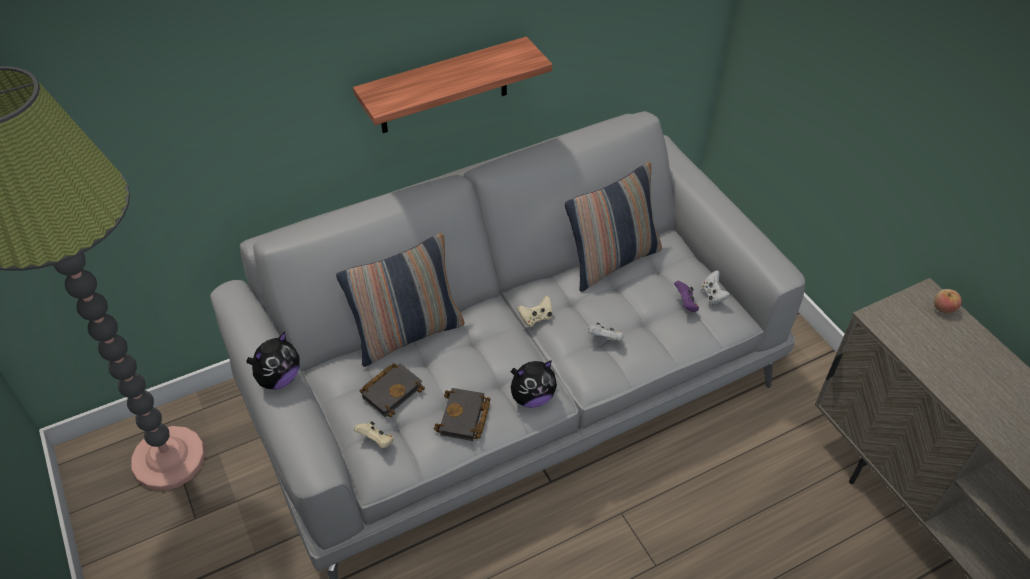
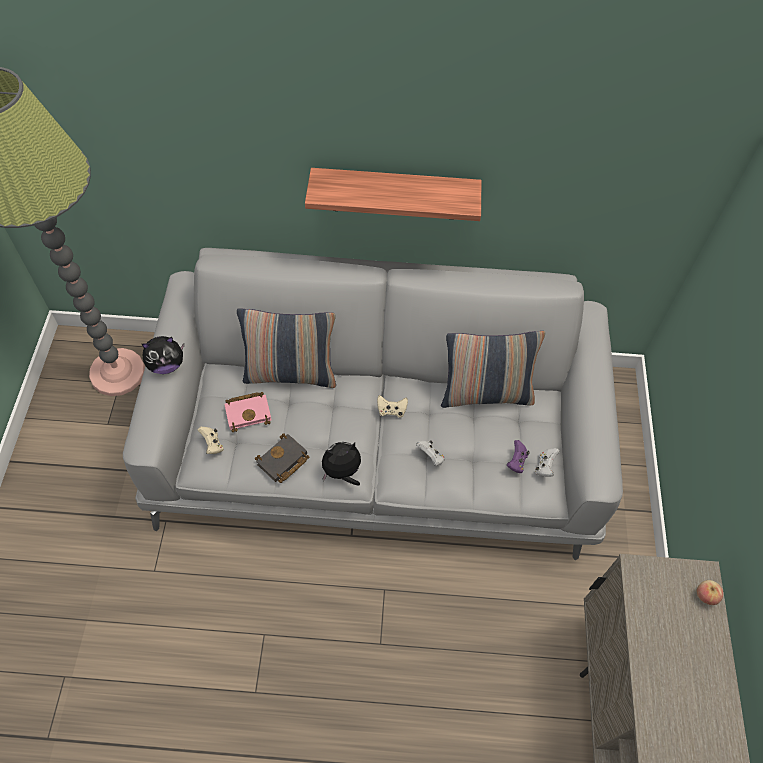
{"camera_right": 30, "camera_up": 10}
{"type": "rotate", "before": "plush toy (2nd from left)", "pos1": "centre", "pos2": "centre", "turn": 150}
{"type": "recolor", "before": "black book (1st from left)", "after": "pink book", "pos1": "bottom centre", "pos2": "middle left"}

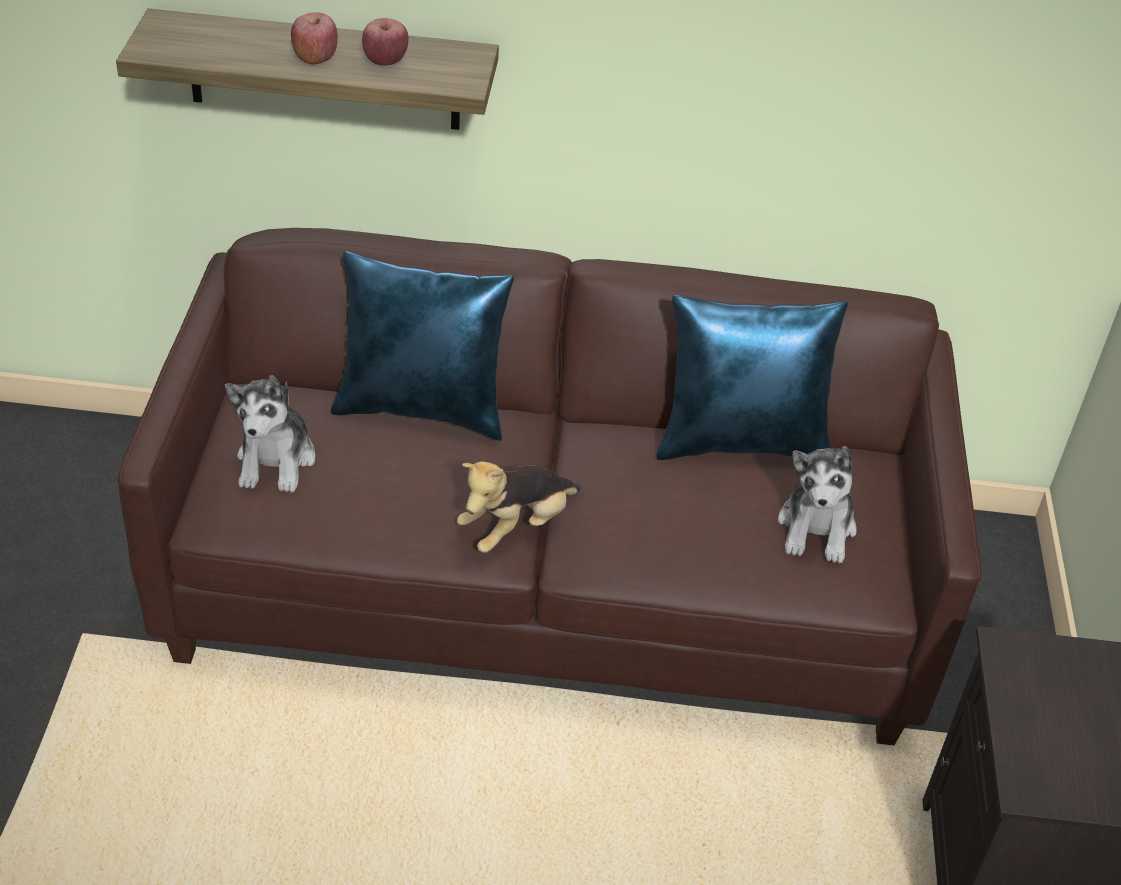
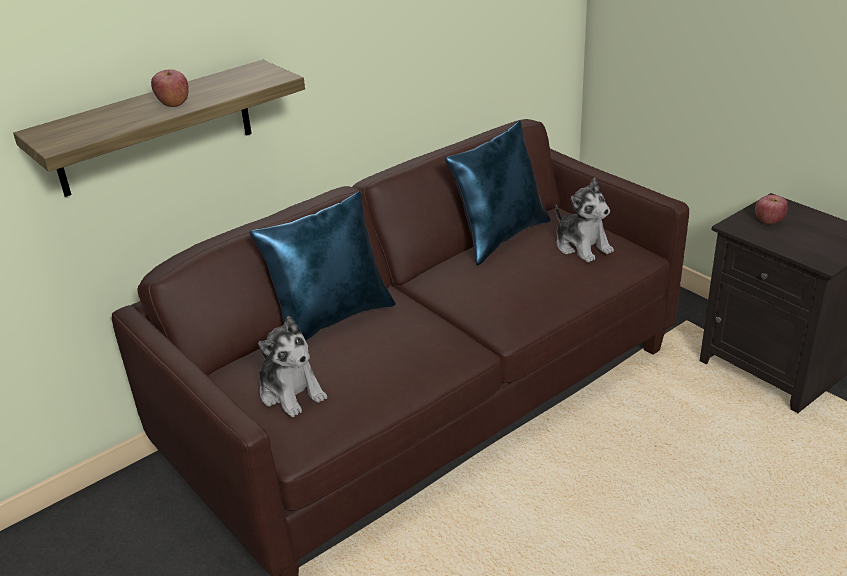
{"camera_right": -40, "camera_up": -10}
{"type": "move", "before": "apple (2nd from left)", "pos1": "top centre", "pos2": "middle right"}
{"type": "delete", "before": "plush toy (2nd from left)", "pos1": "centre"}

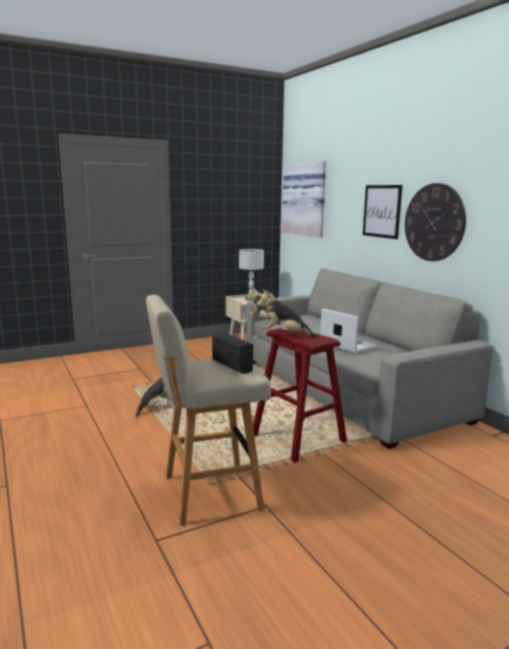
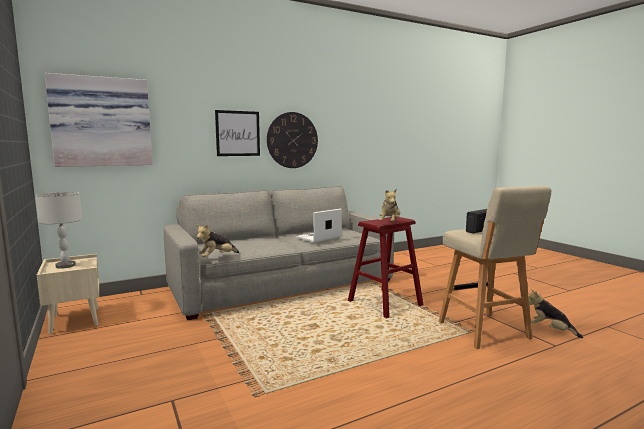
{"camera_right": -90, "camera_up": -5}
{"type": "move", "before": "plush toy (1st from left in the first image)", "after": "plush toy (3rd from left)", "pos1": "middle left", "pos2": "bottom right"}

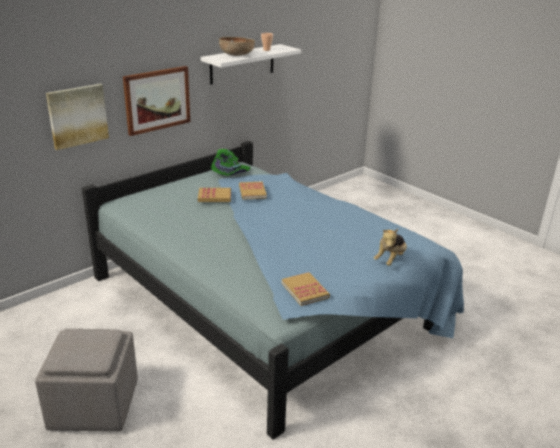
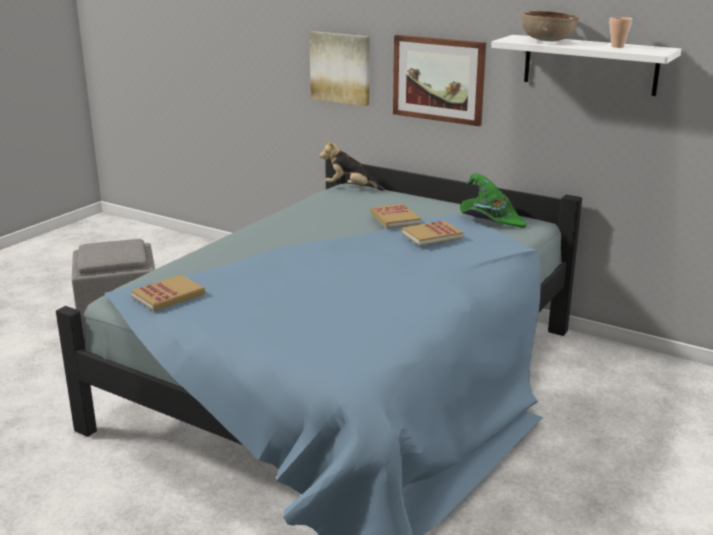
{"camera_right": 75, "camera_up": -5}
{"type": "move", "before": "plush toy", "pos1": "middle right", "pos2": "top centre"}

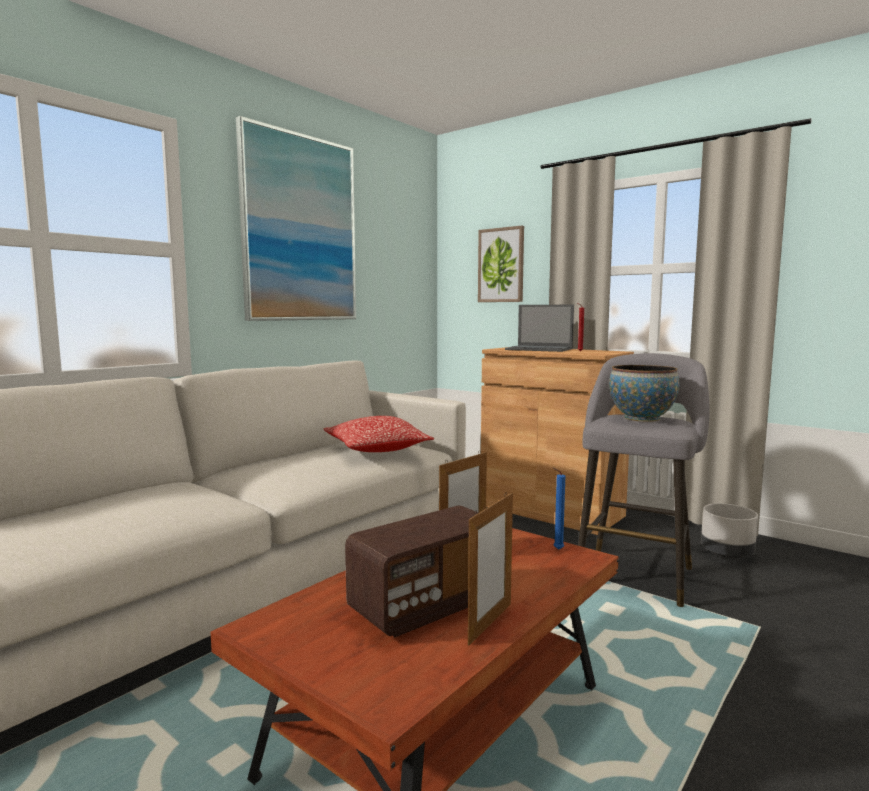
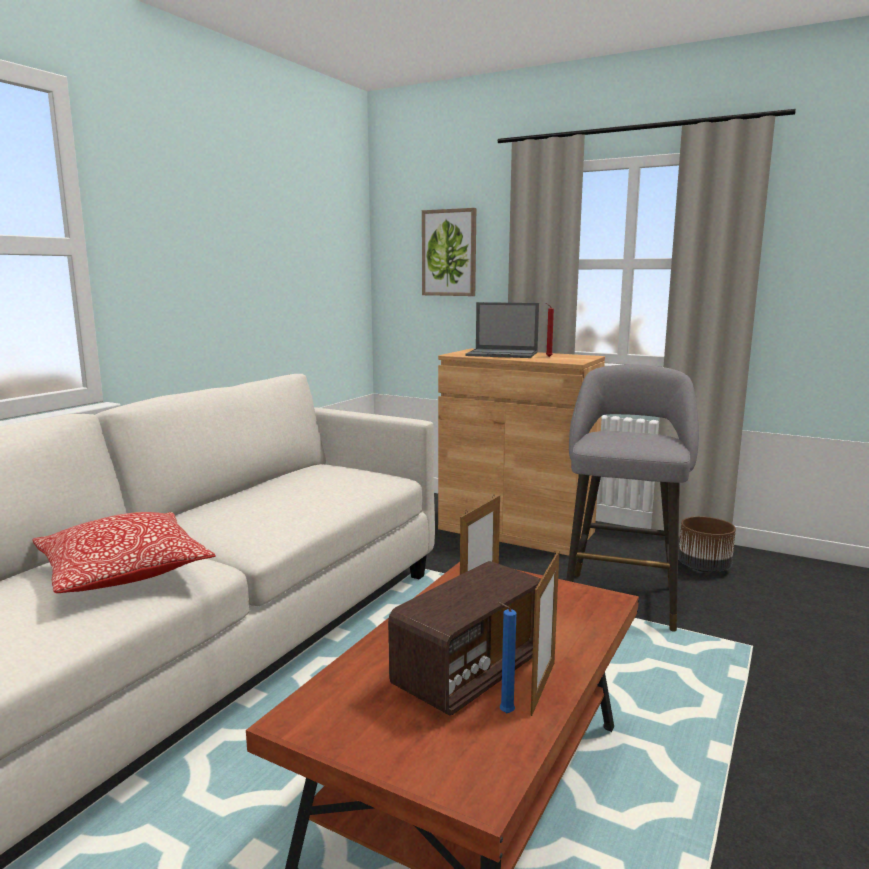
{"camera_right": -10, "camera_up": 5}
{"type": "delete", "before": "picture (1st from left)", "pos1": "top centre"}
{"type": "delete", "before": "bowl", "pos1": "middle right"}
{"type": "move", "before": "pillow", "pos1": "centre", "pos2": "middle left"}
{"type": "move", "before": "blue candle", "pos1": "centre", "pos2": "bottom centre"}
{"type": "recolor", "before": "grey planter", "after": "brown planter", "pos1": "bottom right", "pos2": "middle right"}

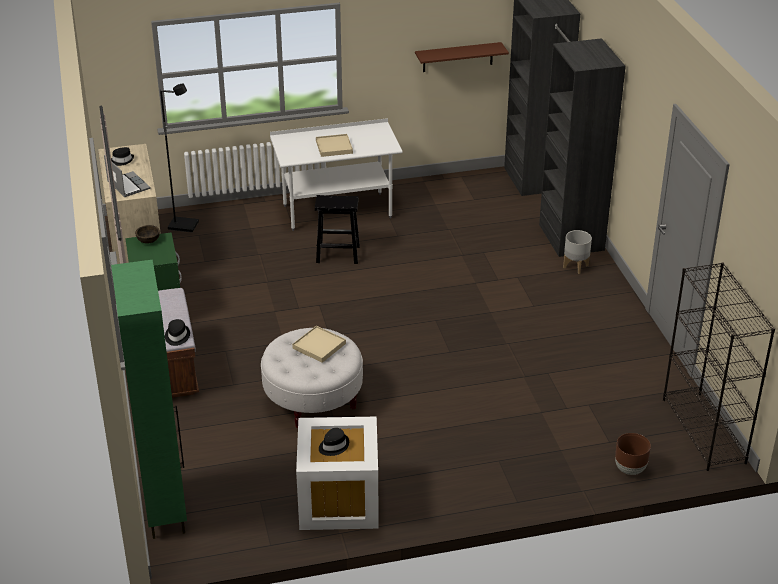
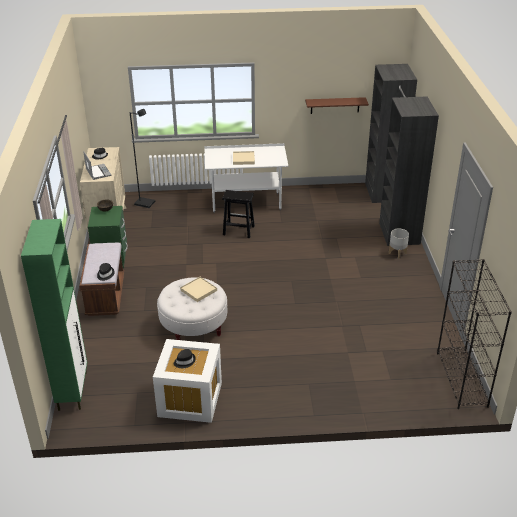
{"camera_right": 10, "camera_up": 0}
{"type": "delete", "before": "brown planter", "pos1": "bottom right"}

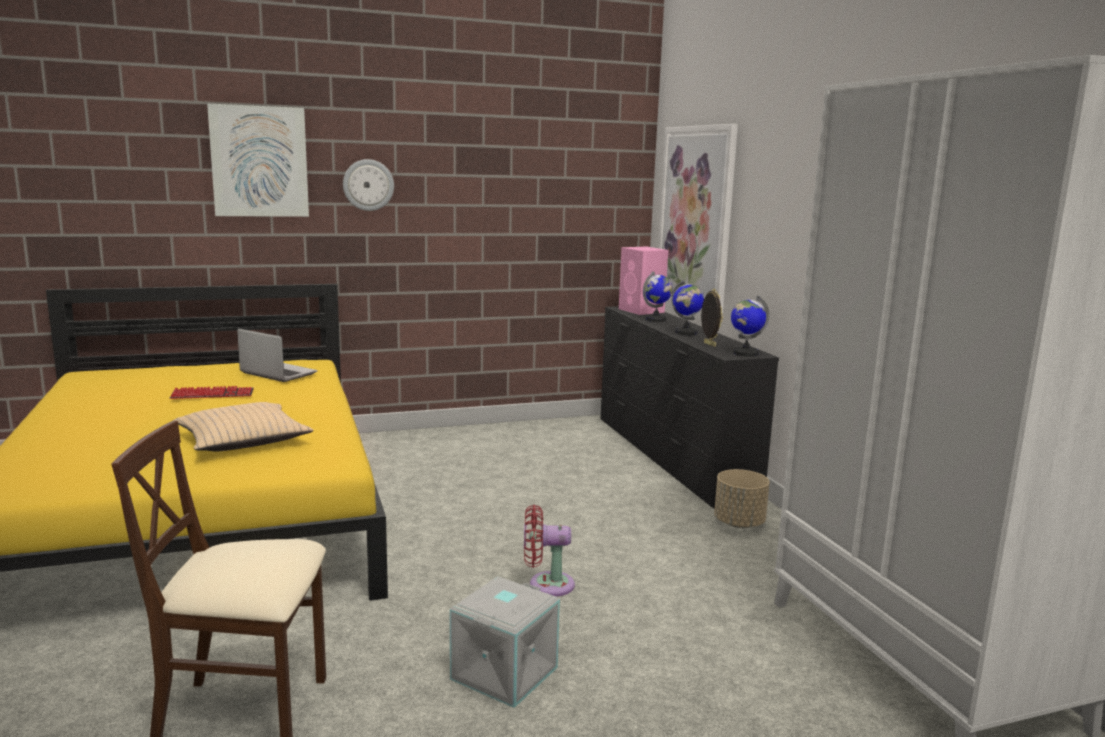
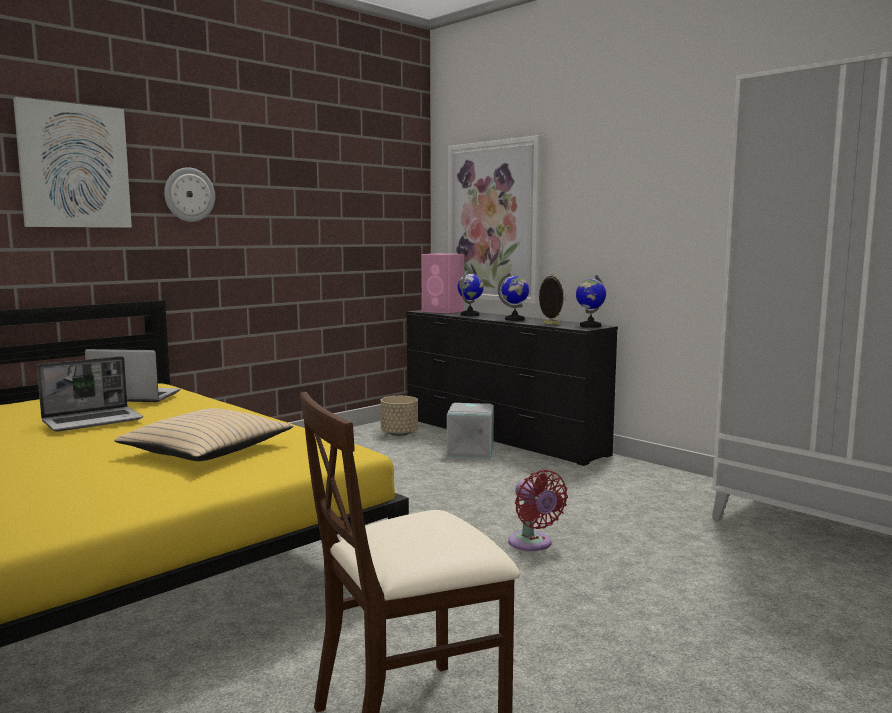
{"camera_right": -25, "camera_up": -5}
{"type": "replace", "before": "keyboard", "after": "laptop (1st from left)", "pos1": "middle left", "pos2": "middle left"}
{"type": "move", "before": "beige planter", "pos1": "bottom right", "pos2": "centre"}
{"type": "rotate", "before": "red fan", "pos1": "bottom centre", "pos2": "bottom centre", "turn": -90}
{"type": "move", "before": "grey storage box", "pos1": "bottom centre", "pos2": "centre"}

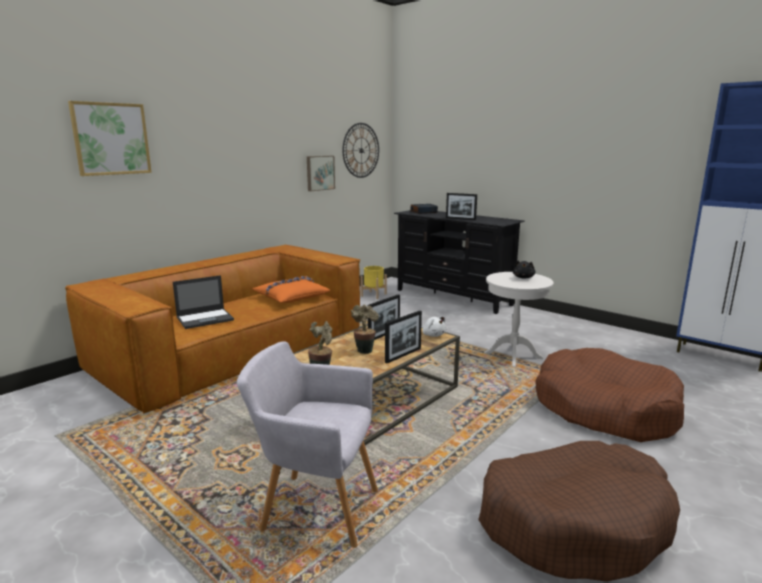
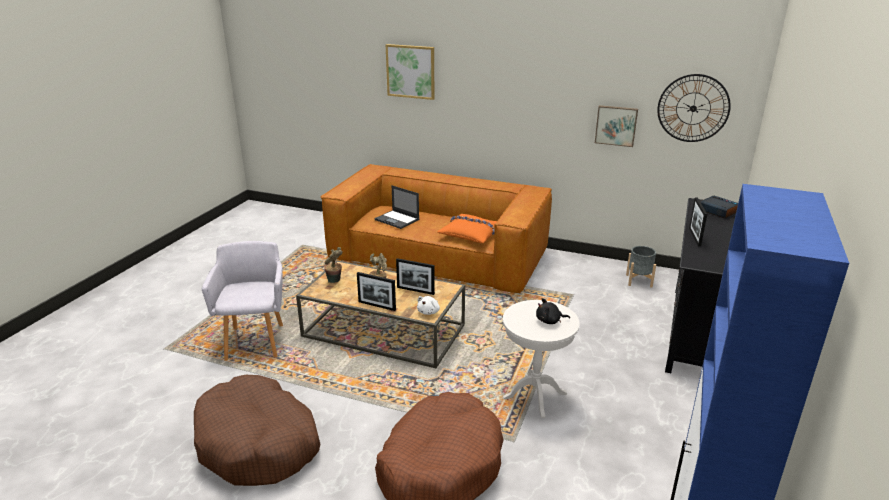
{"camera_right": 70, "camera_up": 10}
{"type": "recolor", "before": "yellow planter", "after": "grey planter", "pos1": "centre", "pos2": "middle right"}

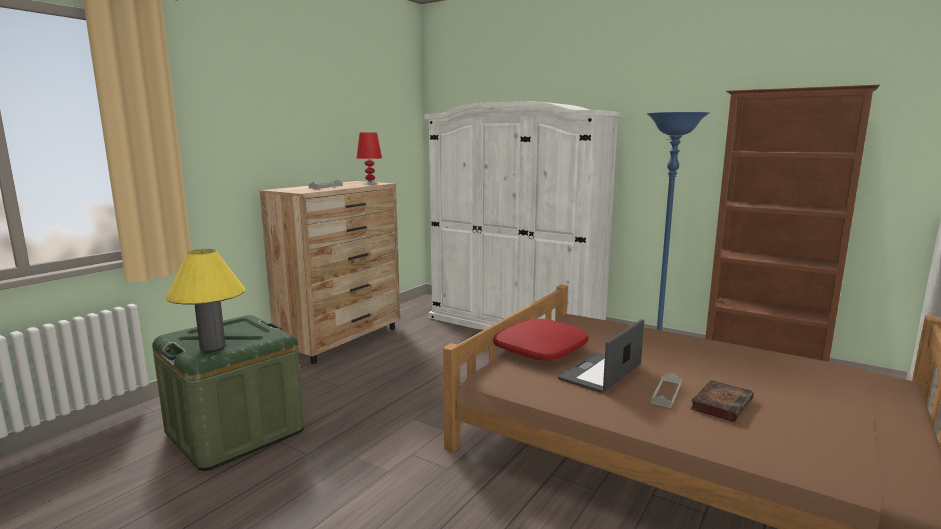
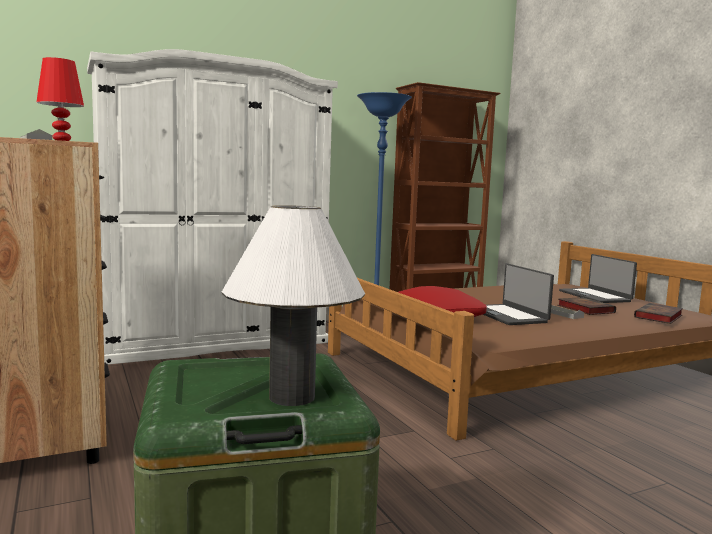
{"camera_right": -60, "camera_up": -5}
{"type": "recolor", "before": "yellow table lamp", "after": "white table lamp", "pos1": "middle left", "pos2": "centre"}
{"type": "insert", "after": "laptop (2nd from left)", "pos2": "middle right"}
{"type": "insert", "after": "book (2nd from left)", "pos2": "middle right"}

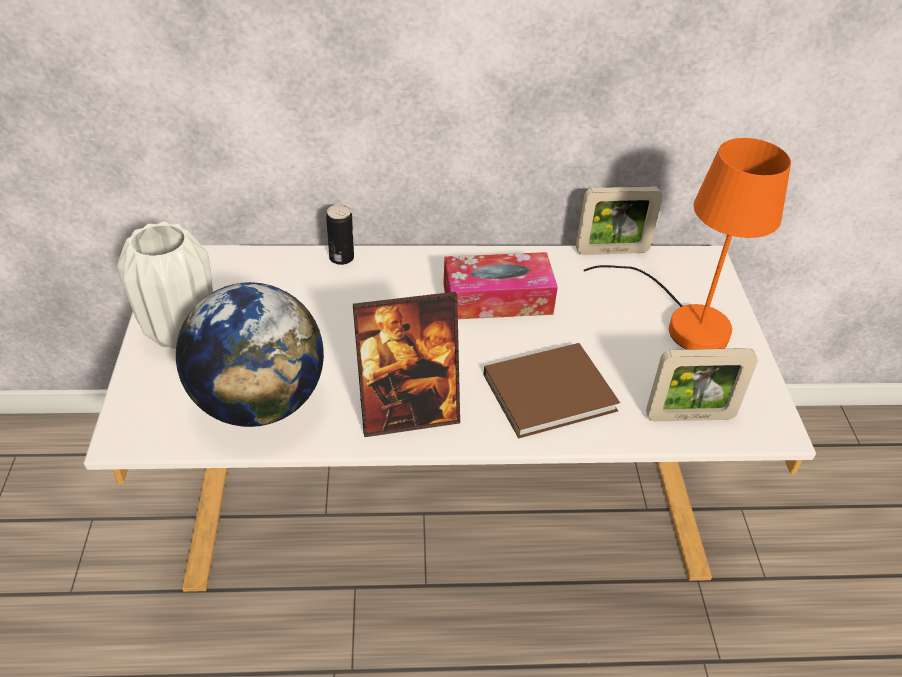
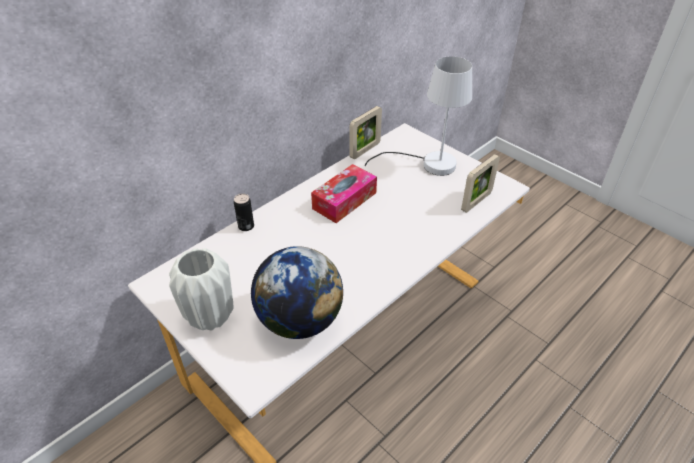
{"camera_right": -40, "camera_up": 0}
{"type": "recolor", "before": "orange table lamp", "after": "white table lamp", "pos1": "middle right", "pos2": "top centre"}
{"type": "delete", "before": "picture frame (1st from left)", "pos1": "centre"}
{"type": "delete", "before": "brown book", "pos1": "centre"}

